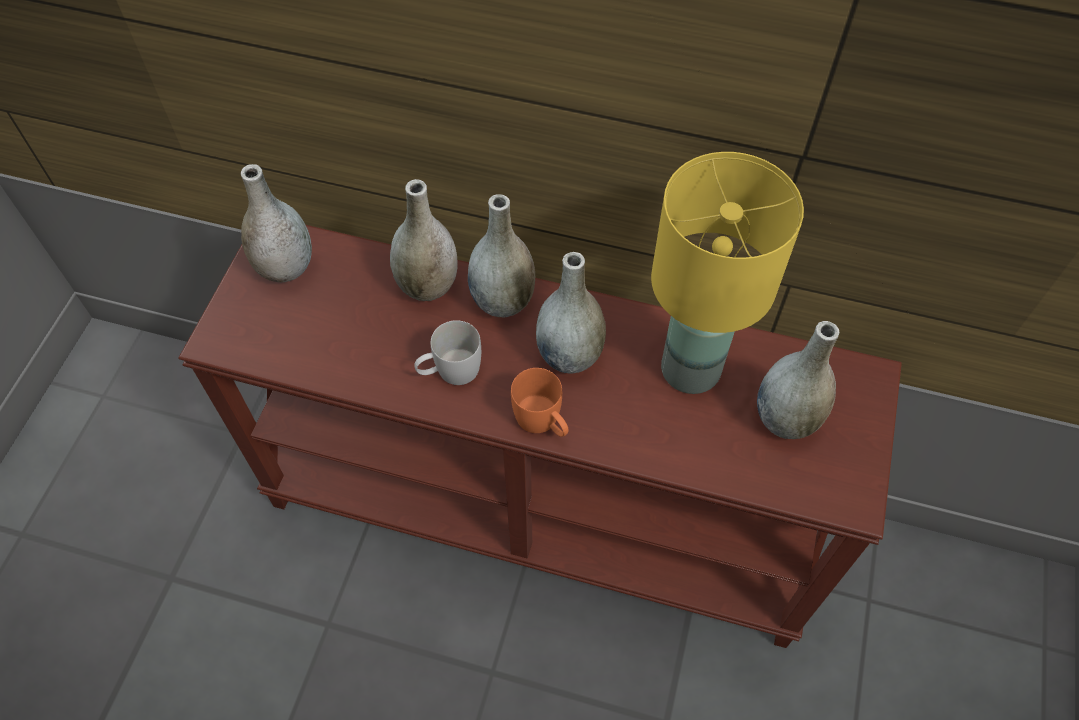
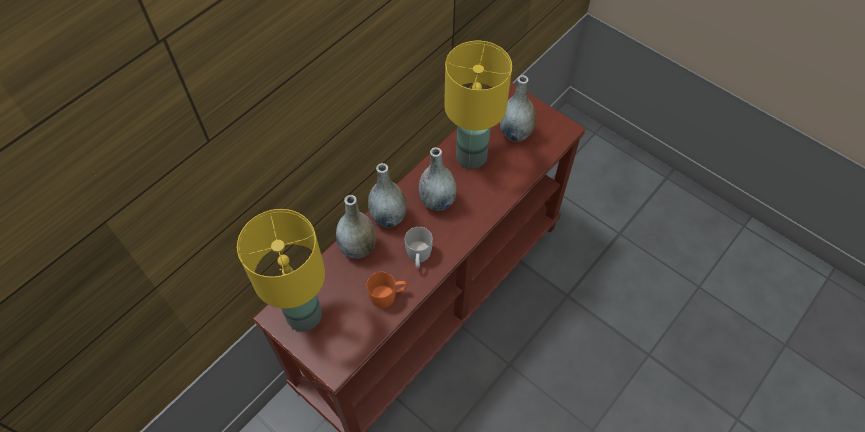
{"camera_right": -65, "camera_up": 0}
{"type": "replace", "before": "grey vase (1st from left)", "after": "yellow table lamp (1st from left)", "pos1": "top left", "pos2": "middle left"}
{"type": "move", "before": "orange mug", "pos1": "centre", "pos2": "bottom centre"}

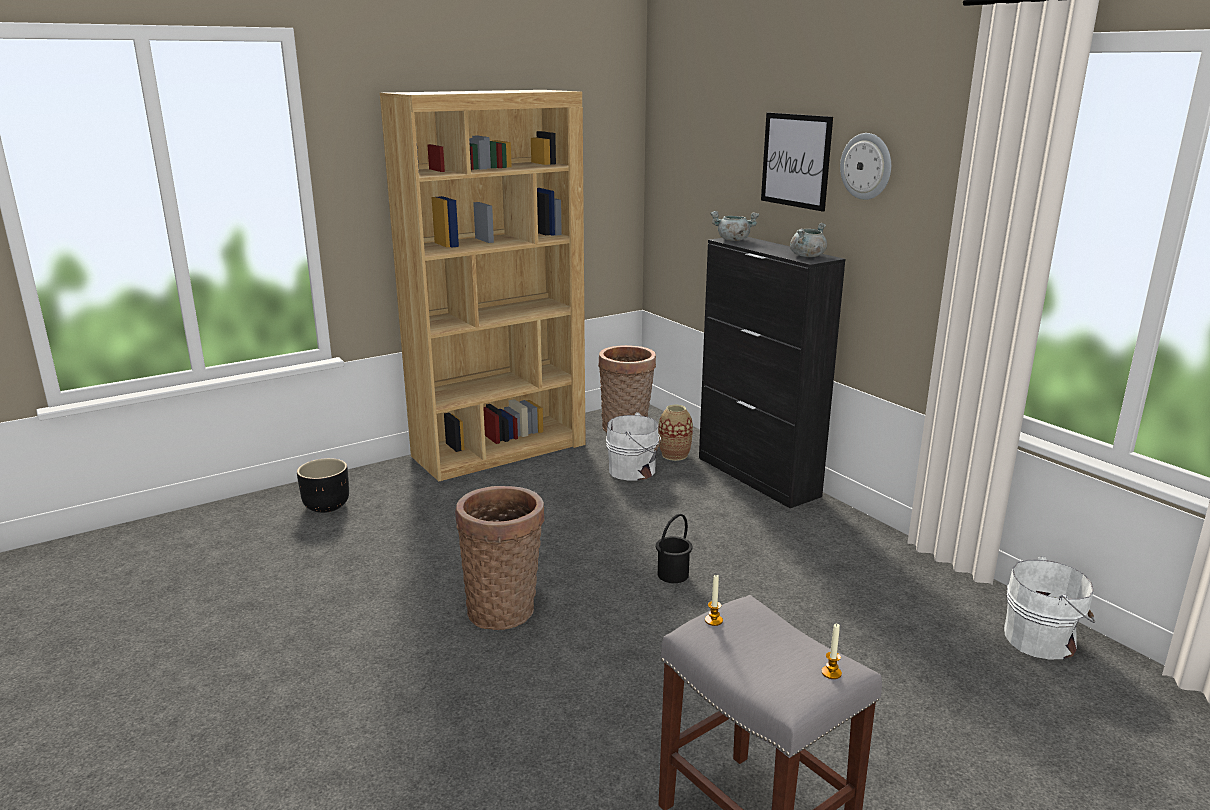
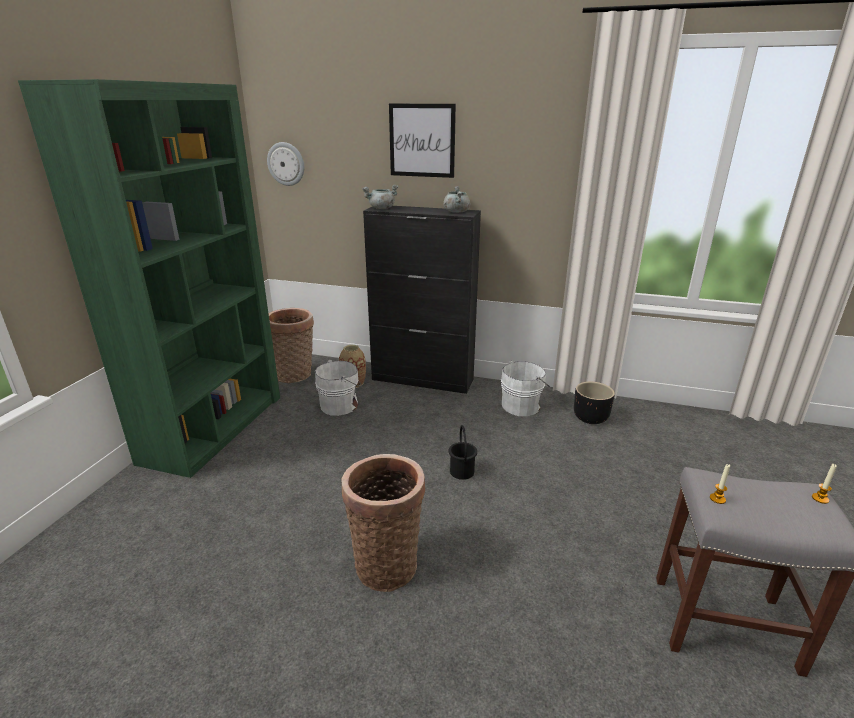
{"camera_right": -40, "camera_up": 5}
{"type": "recolor", "before": "brown bookcase", "after": "green bookcase", "pos1": "centre", "pos2": "middle left"}
{"type": "move", "before": "wall clock", "pos1": "top right", "pos2": "top centre"}
{"type": "move", "before": "black planter", "pos1": "middle left", "pos2": "middle right"}
{"type": "move", "before": "white bucket (2nd from left)", "pos1": "bottom right", "pos2": "centre"}

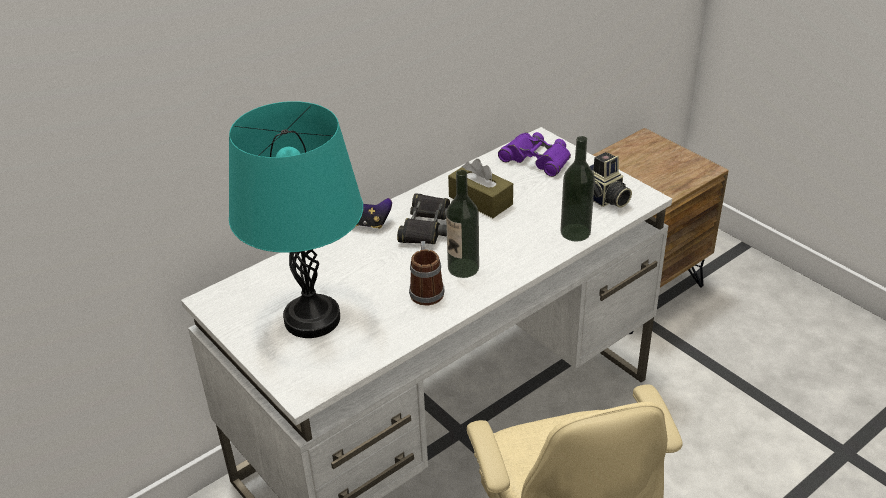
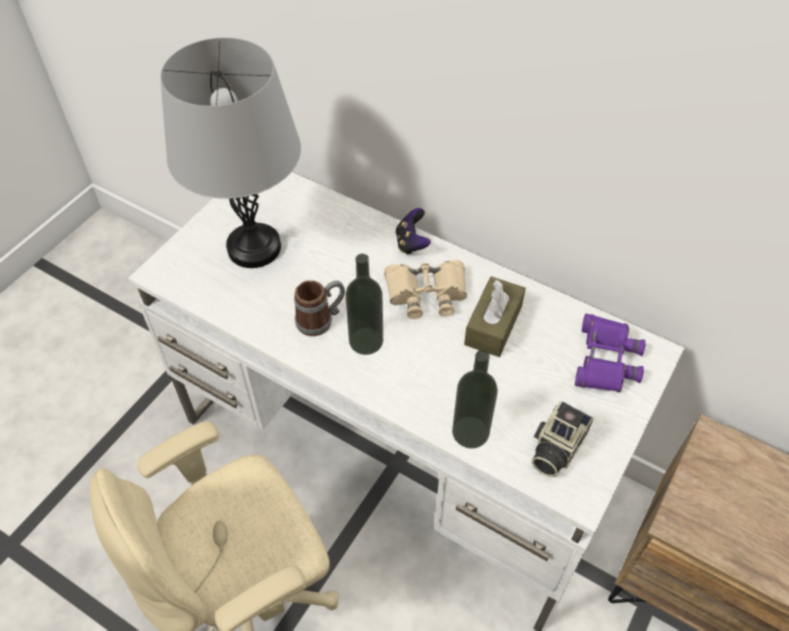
{"camera_right": 70, "camera_up": 15}
{"type": "recolor", "before": "turquoise table lamp", "after": "grey table lamp", "pos1": "centre", "pos2": "top left"}
{"type": "recolor", "before": "black binoculars", "after": "beige binoculars", "pos1": "centre", "pos2": "centre"}

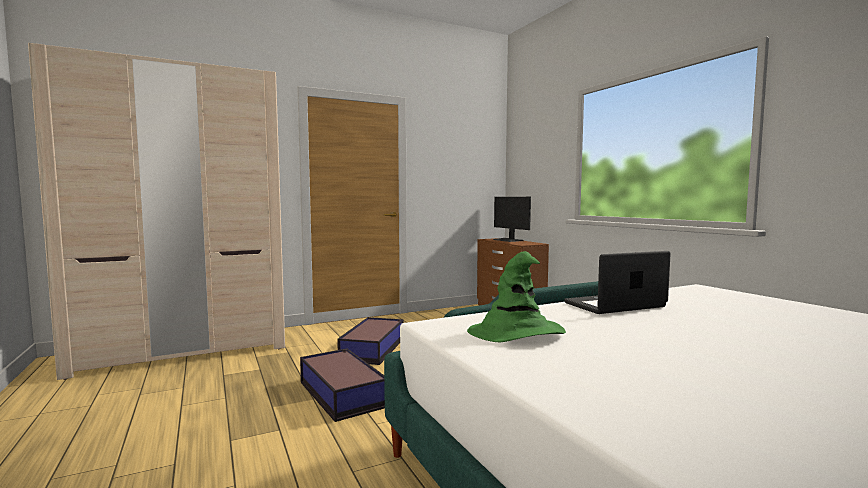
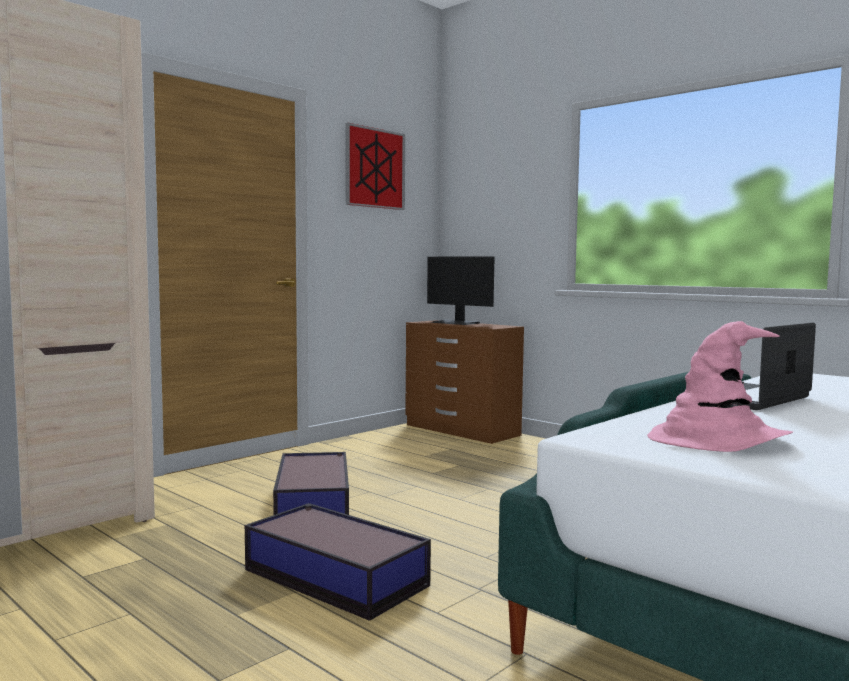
{"camera_right": -20, "camera_up": 0}
{"type": "recolor", "before": "green hat", "after": "pink hat", "pos1": "centre", "pos2": "middle right"}
{"type": "insert", "after": "picture", "pos2": "top centre"}

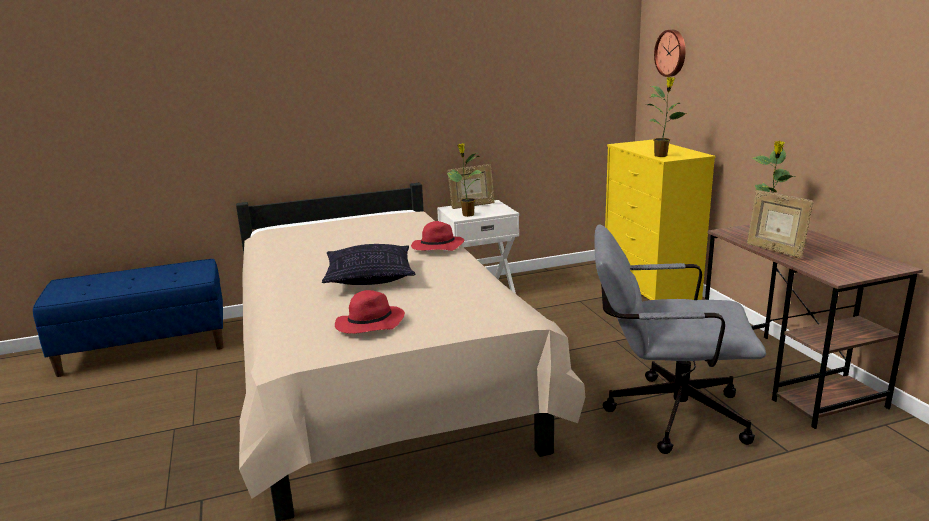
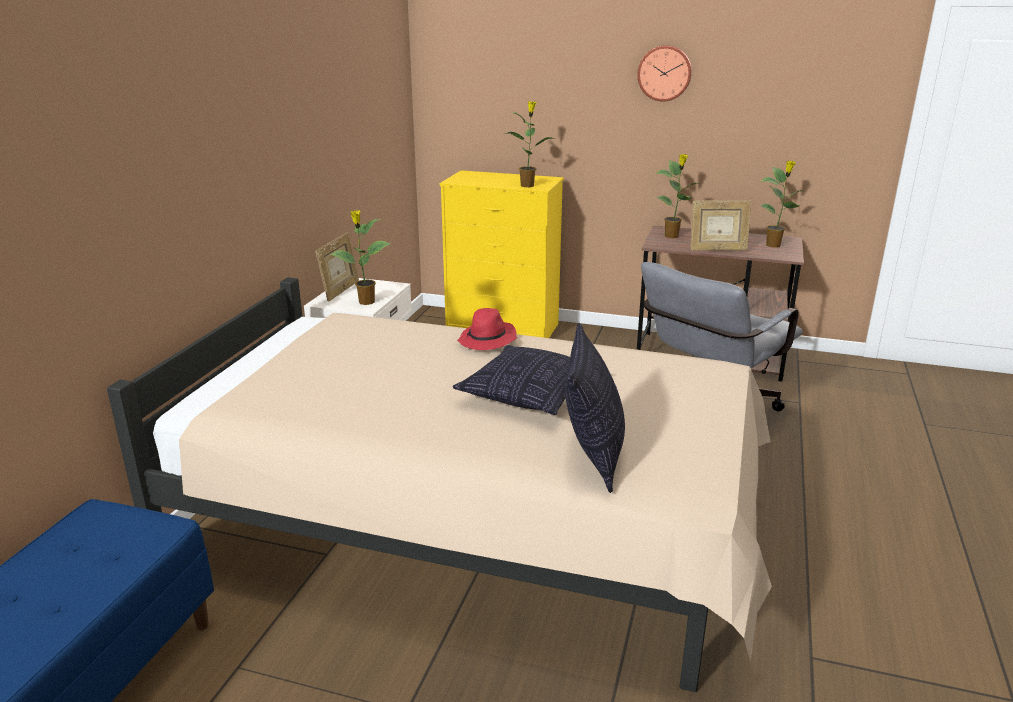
{"camera_right": -55, "camera_up": 5}
{"type": "move", "before": "wall clock", "pos1": "top right", "pos2": "top centre"}
{"type": "delete", "before": "red hat (1st from left)", "pos1": "centre"}
{"type": "insert", "after": "potted plant (4th from left)", "pos2": "top right"}
{"type": "insert", "after": "pillow (2nd from left)", "pos2": "centre"}

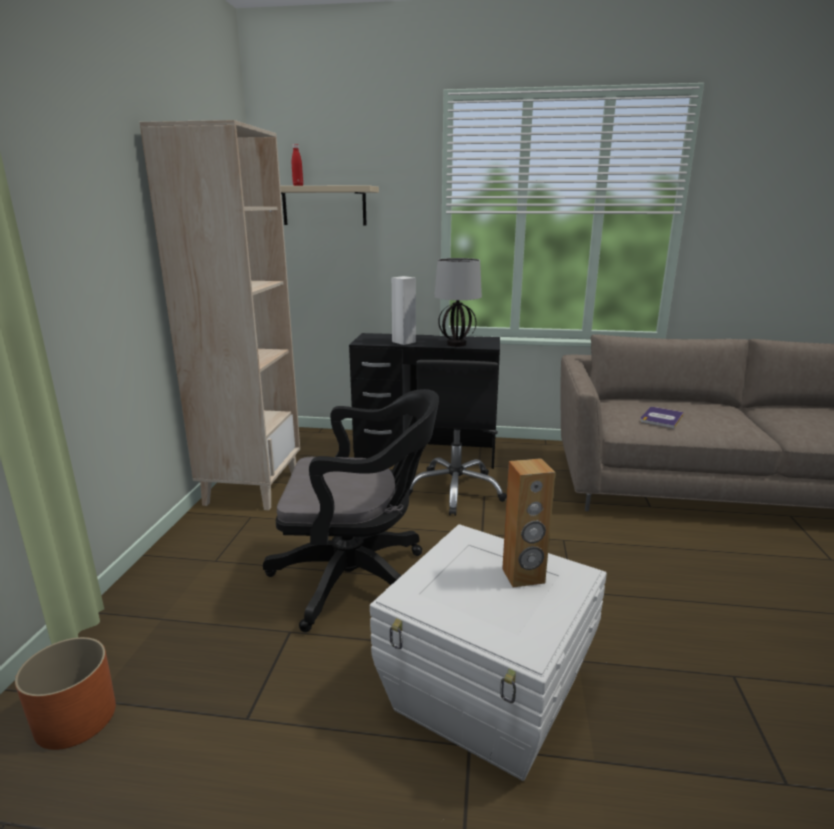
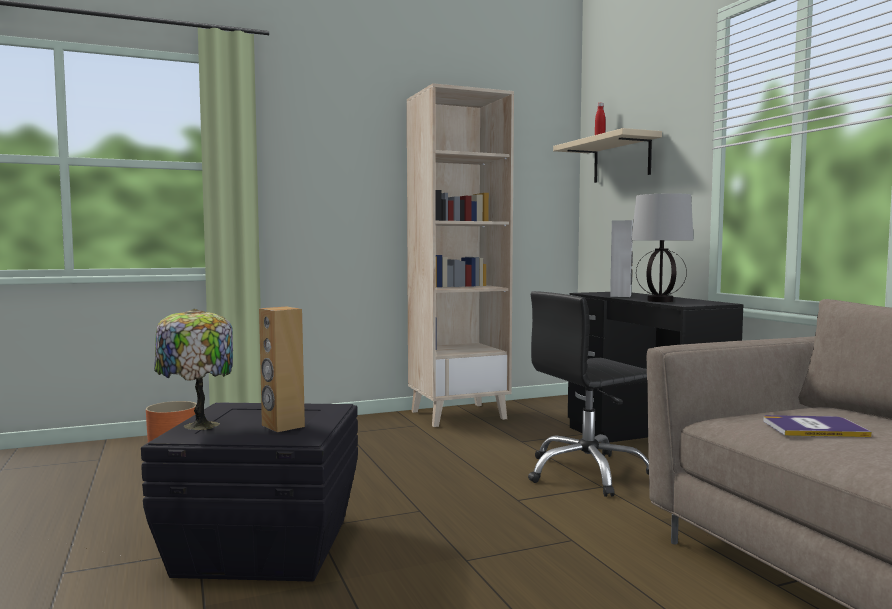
{"camera_right": 60, "camera_up": -15}
{"type": "delete", "before": "black office chair (1st from left)", "pos1": "centre"}
{"type": "recolor", "before": "white storage box", "after": "black storage box", "pos1": "bottom centre", "pos2": "bottom left"}
{"type": "insert", "after": "table lamp (1st from left)", "pos2": "middle left"}

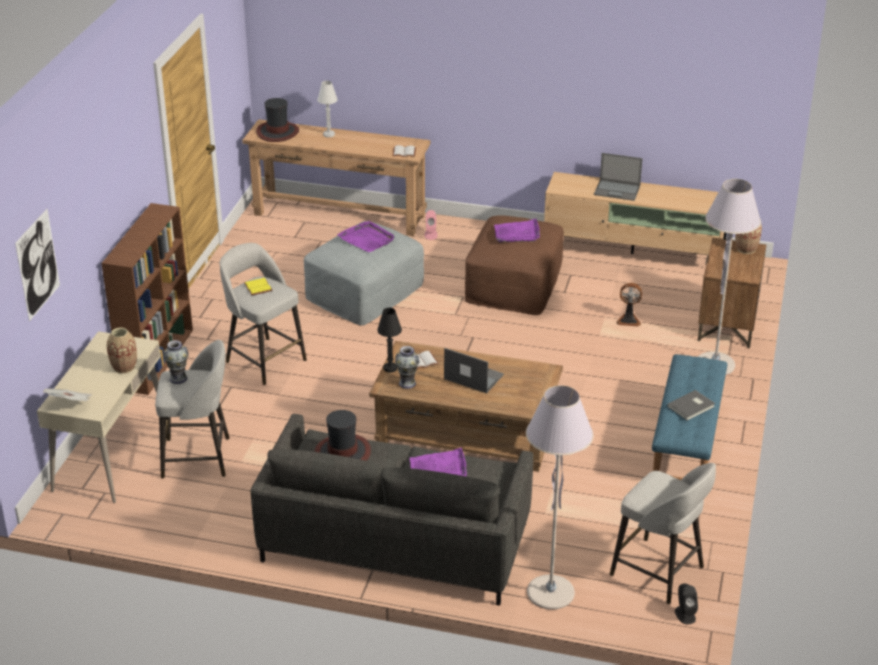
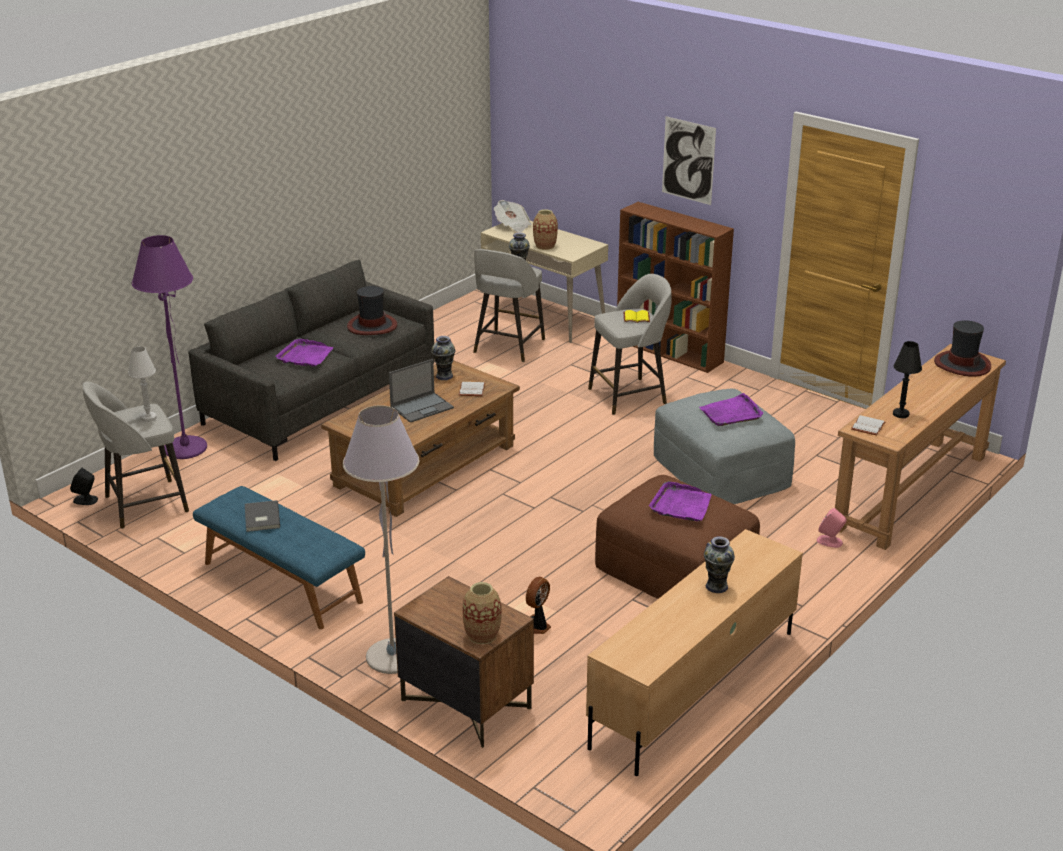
{"camera_right": 115, "camera_up": -5}
{"type": "move", "before": "white table lamp", "pos1": "top centre", "pos2": "middle left"}
{"type": "replace", "before": "laptop (2nd from left)", "after": "vase (5th from left)", "pos1": "top right", "pos2": "middle right"}
{"type": "move", "before": "picture", "pos1": "middle left", "pos2": "top centre"}
{"type": "move", "before": "black table lamp", "pos1": "centre", "pos2": "middle right"}
{"type": "recolor", "before": "grey floor lamp (1st from left)", "after": "purple floor lamp", "pos1": "bottom centre", "pos2": "middle left"}

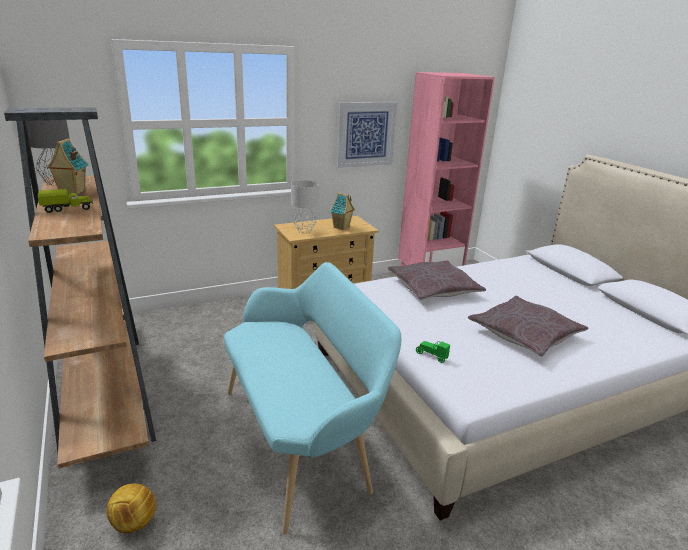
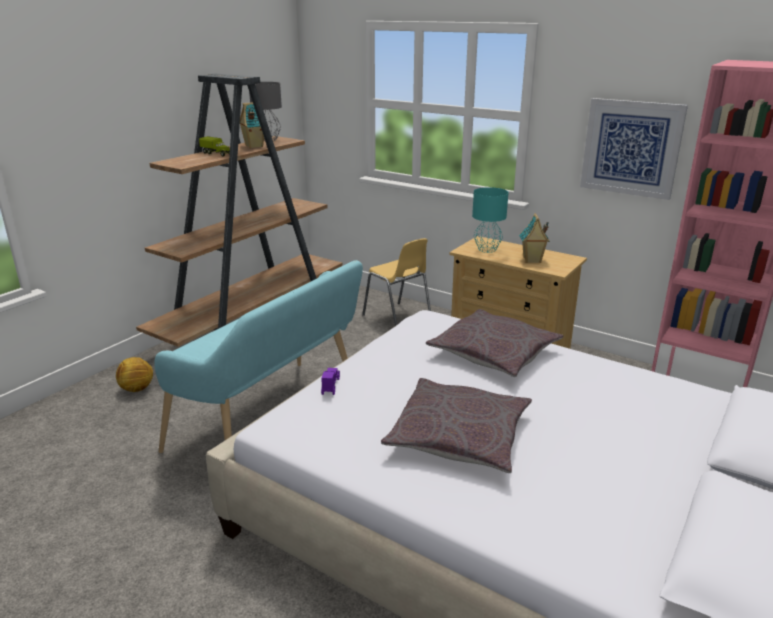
{"camera_right": 60, "camera_up": 0}
{"type": "recolor", "before": "grey table lamp (2nd from left)", "after": "turquoise table lamp", "pos1": "centre", "pos2": "centre"}
{"type": "recolor", "before": "green toy car", "after": "purple toy car", "pos1": "centre", "pos2": "centre"}
{"type": "insert", "after": "yellow chair", "pos2": "centre"}

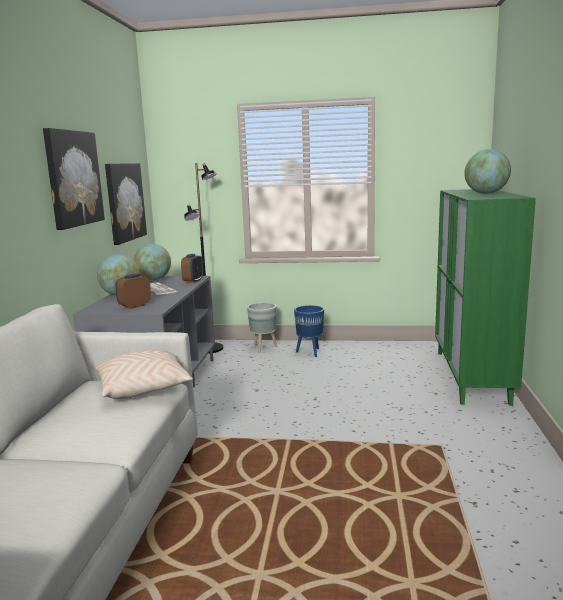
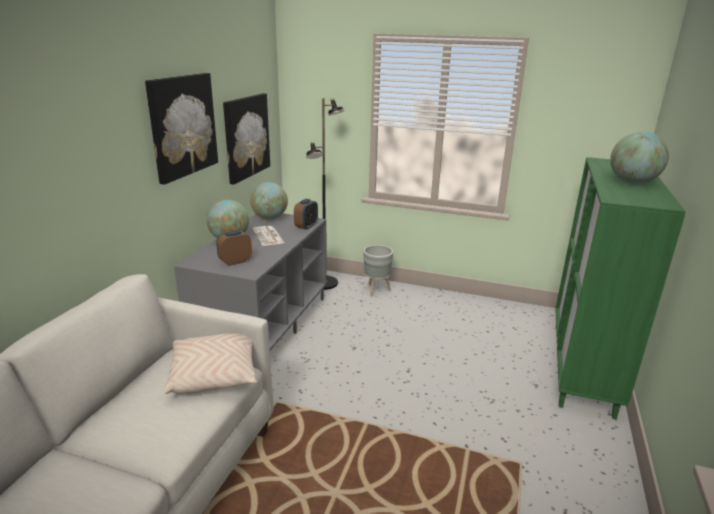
{"camera_right": 10, "camera_up": 10}
{"type": "delete", "before": "blue planter", "pos1": "centre"}

